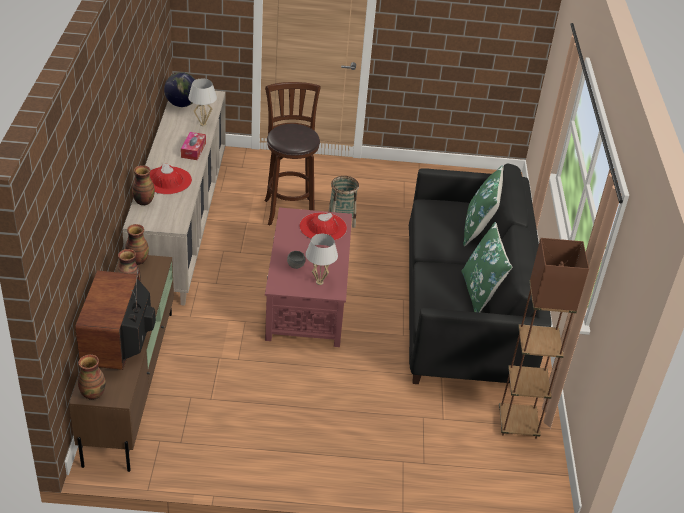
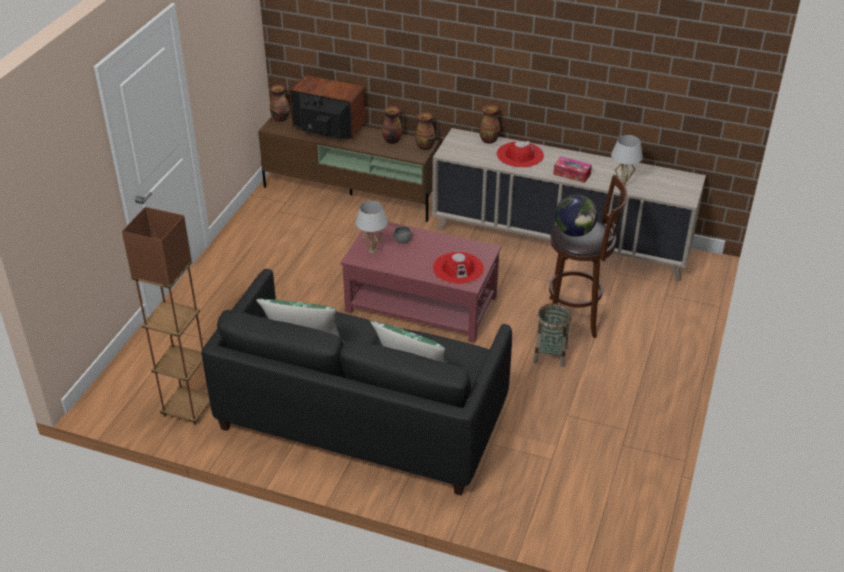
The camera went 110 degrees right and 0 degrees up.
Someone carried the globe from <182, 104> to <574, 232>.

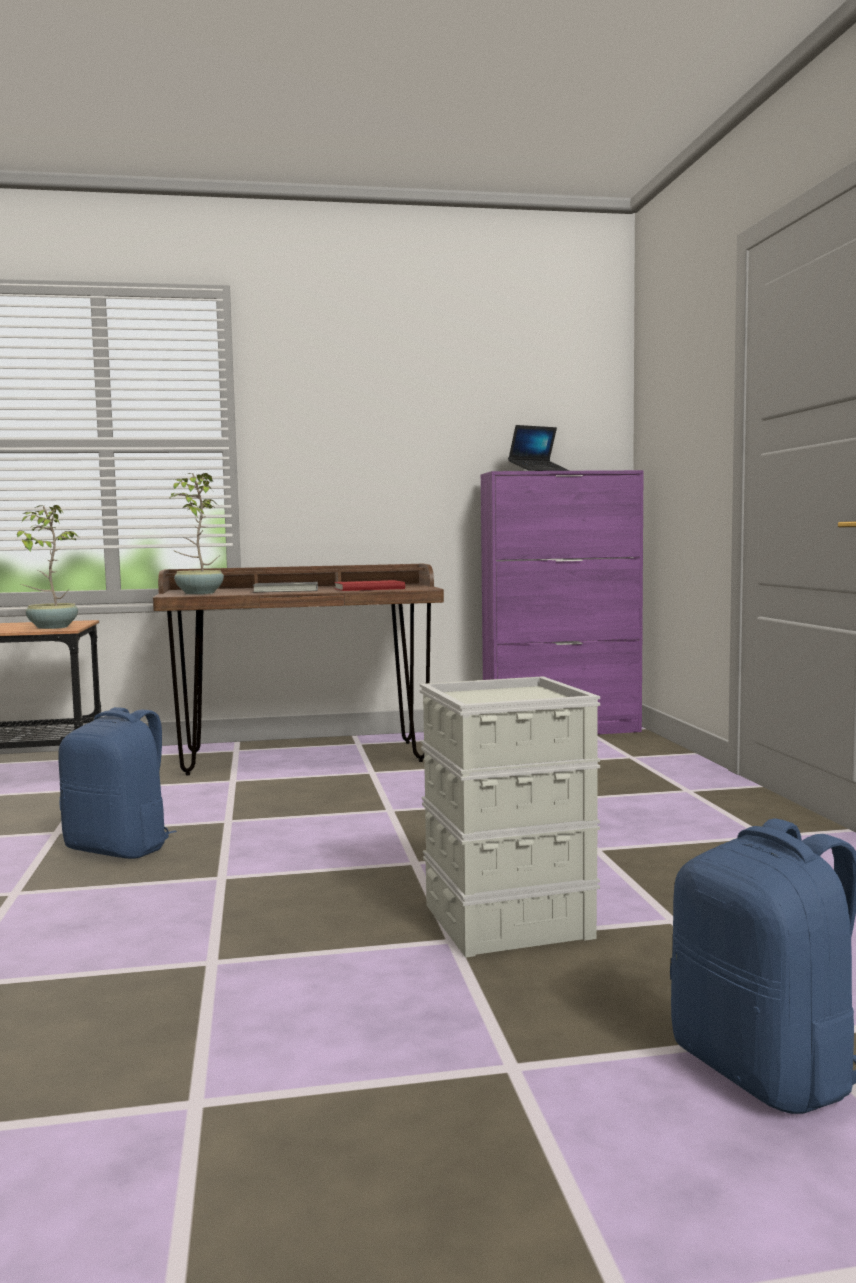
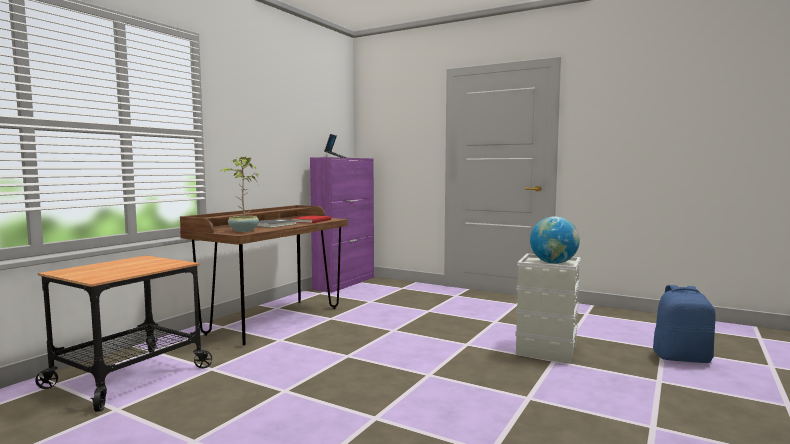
The camera went 50 degrees left and 0 degrees up.
Someone took away the plant in a pot at <51, 627>.
Someone took away the blue rucksack at <120, 849>.
Someone put down the globe at <553, 263>.

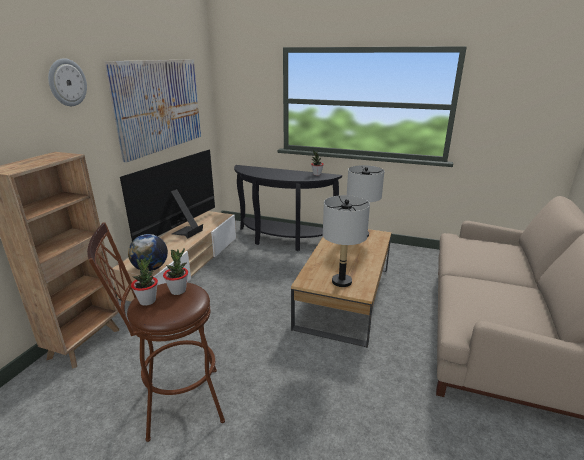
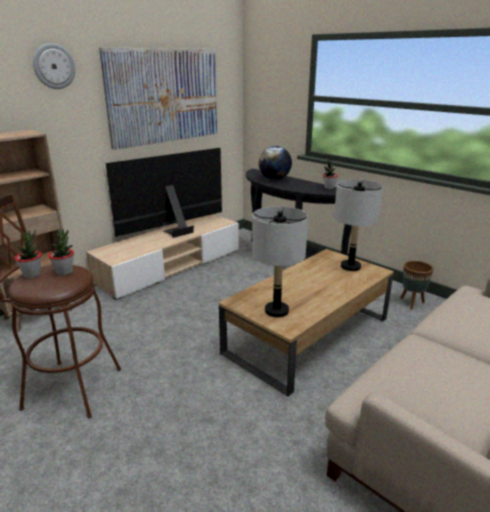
The camera went 25 degrees right and 0 degrees up.
Someone carried the globe from <151, 268> to <274, 179>.
Someone put down the brownish plant pot at <411, 303>.

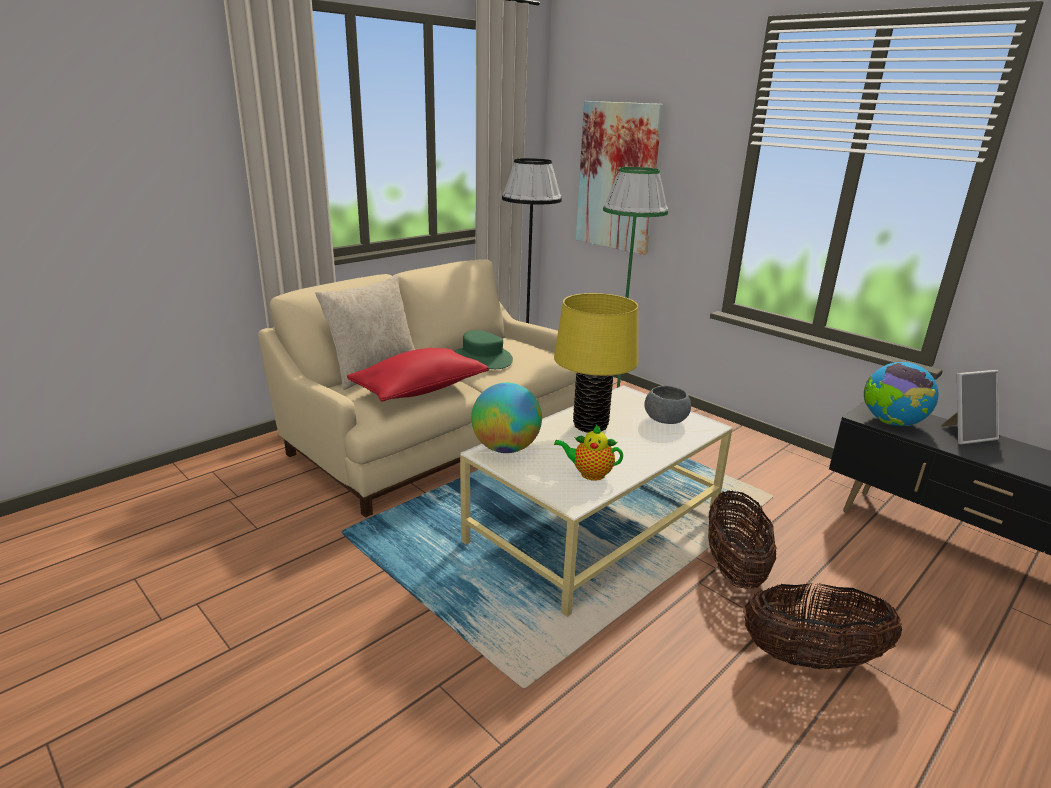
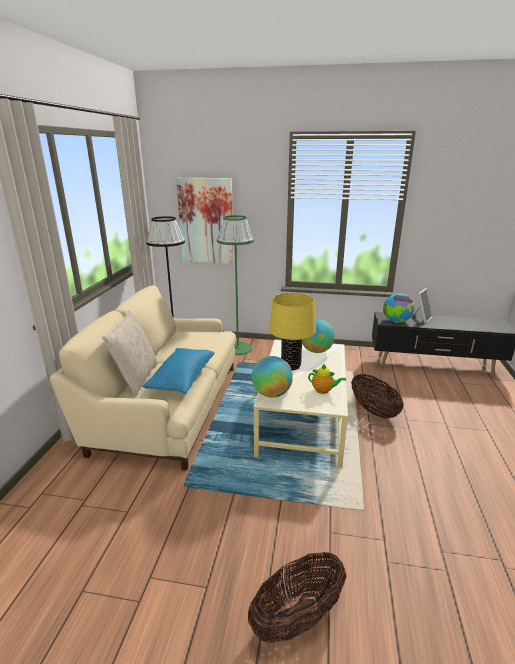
The camera went 35 degrees left and 0 degrees up.
Someone took away the green hat at <482, 358>.
Someone repainted the reddish throw pillow at <420, 390>, which became the blue throw pillow at <182, 379>.
Someone swapped the greyish serving bowl at <665, 420> for the globe at <316, 351>.
Someone rotated the teapot at <589, 474> by 135 degrees counterclockwise.
Someone carried the basket from <810, 658> to <297, 617>.

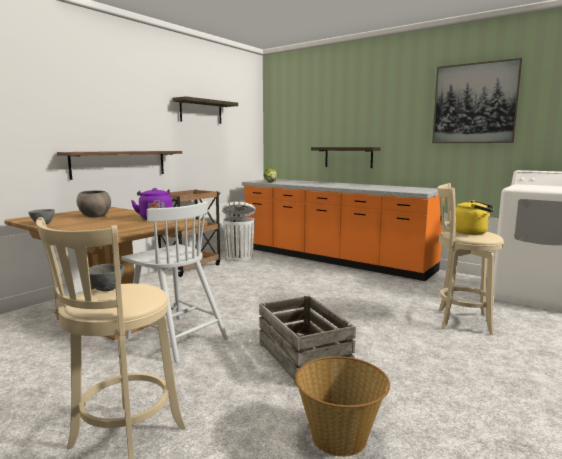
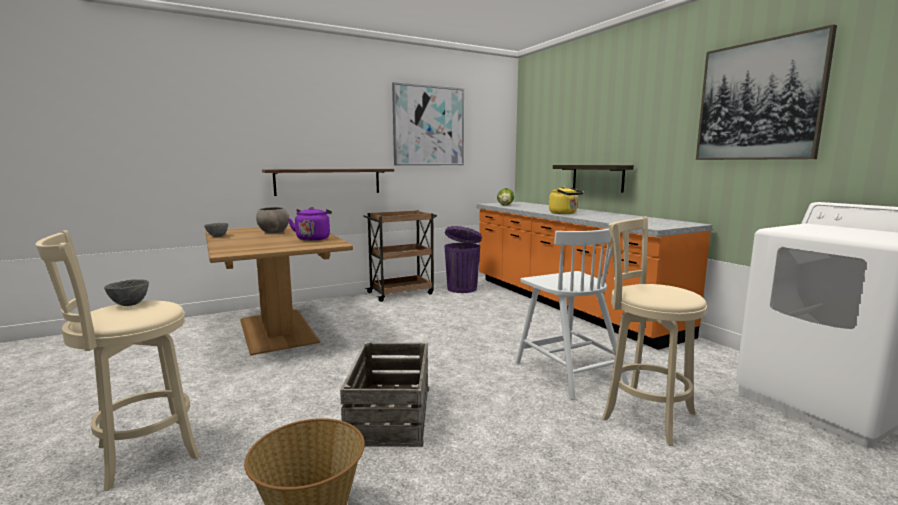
The camera went 25 degrees right and 0 degrees up.
Someone swapped the bracket shelf at <201, 111> for the wall picture at <429, 126>.
Someone carried the yellow-coloured kettle from <472, 232> to <564, 213>.
Someone carried the white chair from <175, 338> to <568, 372>.
Someone repainted the white rubbish bin at <239, 257>, which became the purple rubbish bin at <462, 288>.

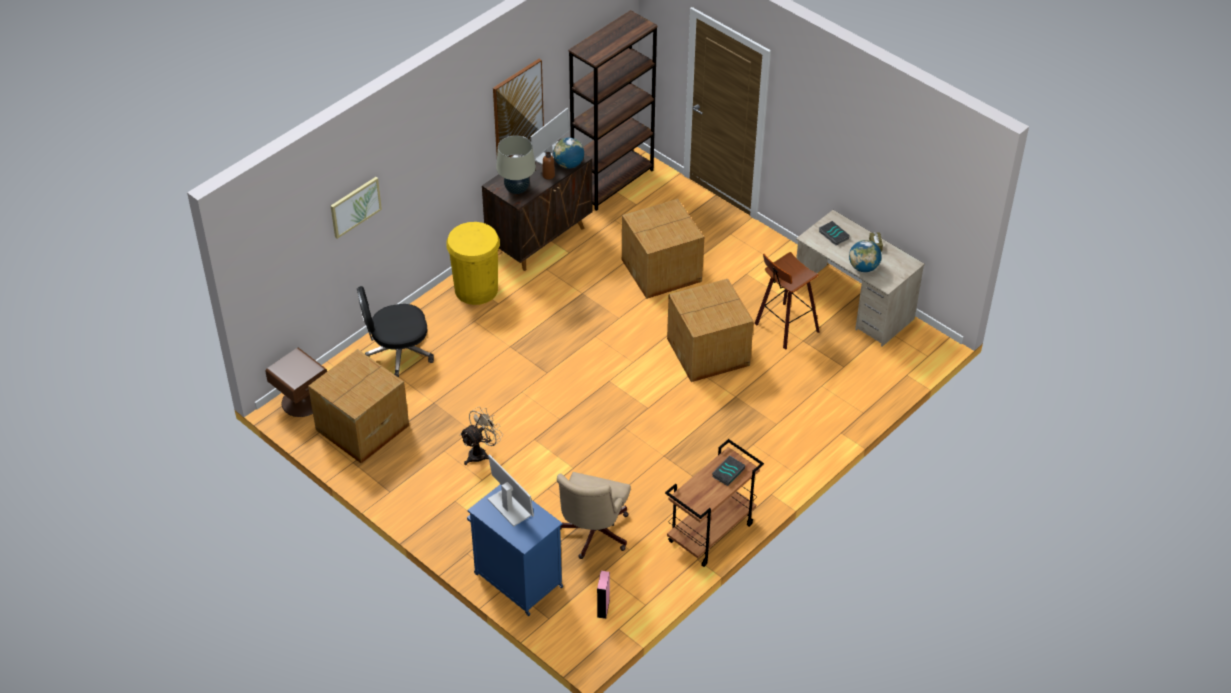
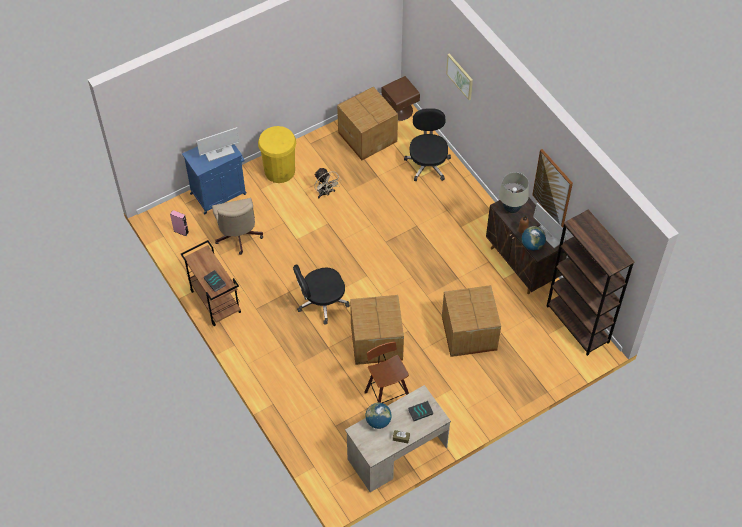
The camera went 105 degrees right and 10 degrees up.
Someone carried the yellow-coloured rubbish bin from <476, 289> to <279, 170>.
Someone rotated the sand-coloured office chair at <592, 535> by 135 degrees counterclockwise.
Someone put down the black-coloured office chair at <321, 302>.

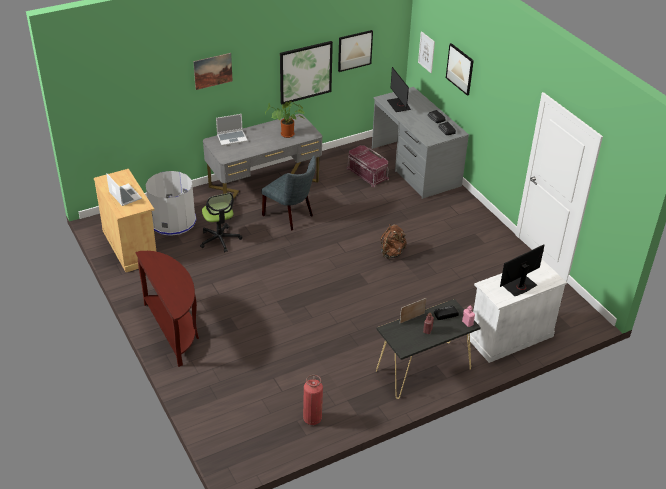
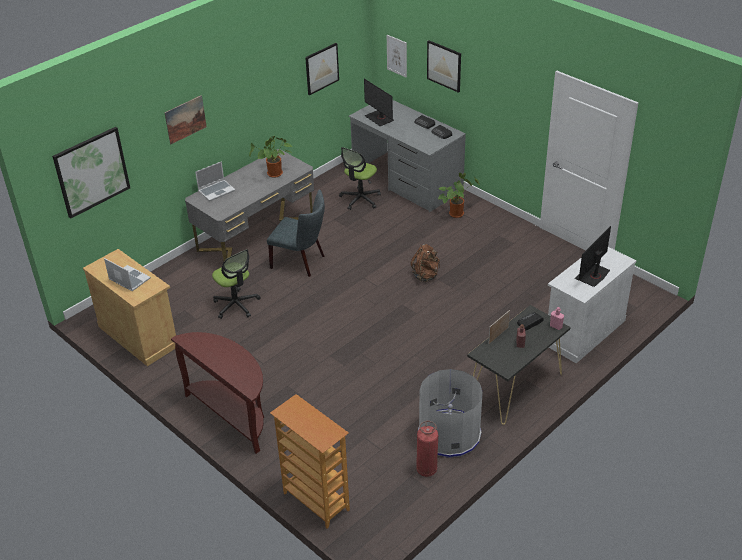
The camera went 15 degrees left and 0 degrees up.
Someone carried the wall picture from <305, 72> to <92, 172>.
Someone swapped the reddish storage container at <366, 174> for the office chair at <360, 199>.
Someone carried the greyish rubbish bin from <172, 221> to <449, 434>.
Someone put down the plant in a pot at <457, 213>.
Someone put down the shelving unit at <315, 502>.

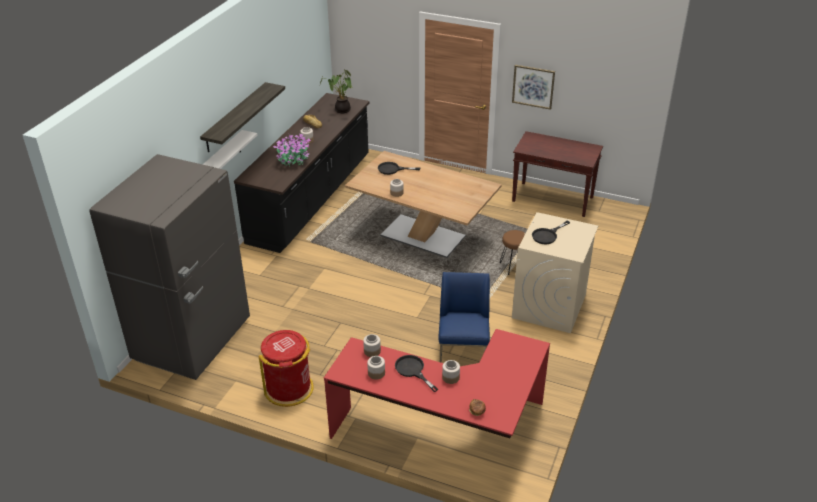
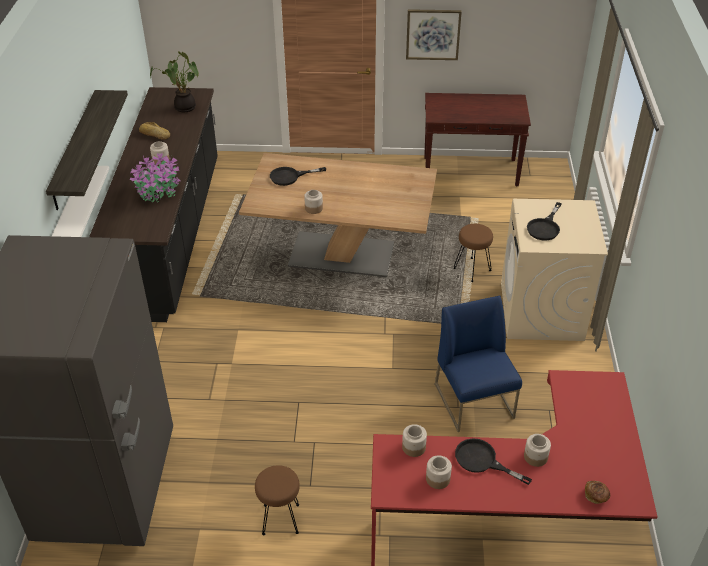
The camera went 20 degrees left and 5 degrees up.
Someone swapped the reddish rubbish bin at <289, 389> for the brownish stool seat at <280, 519>.

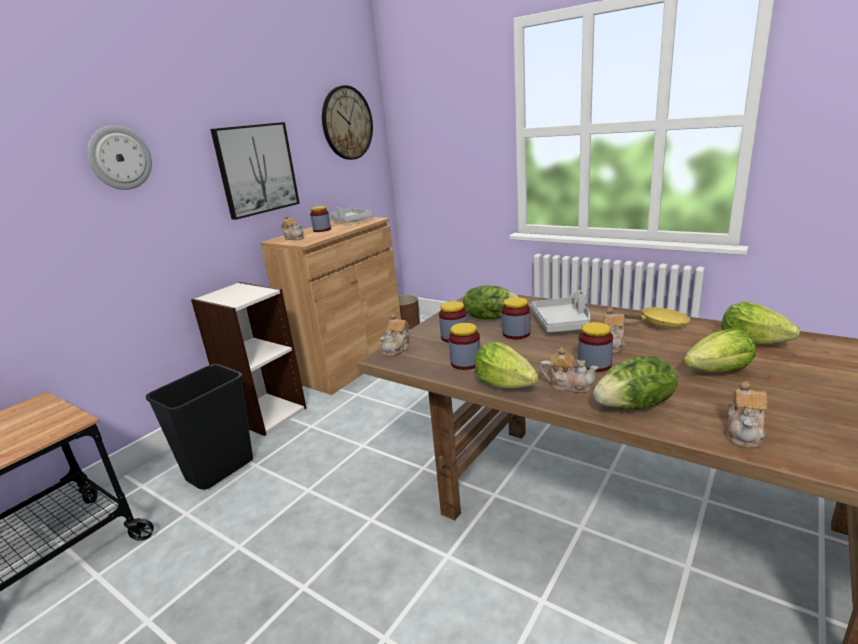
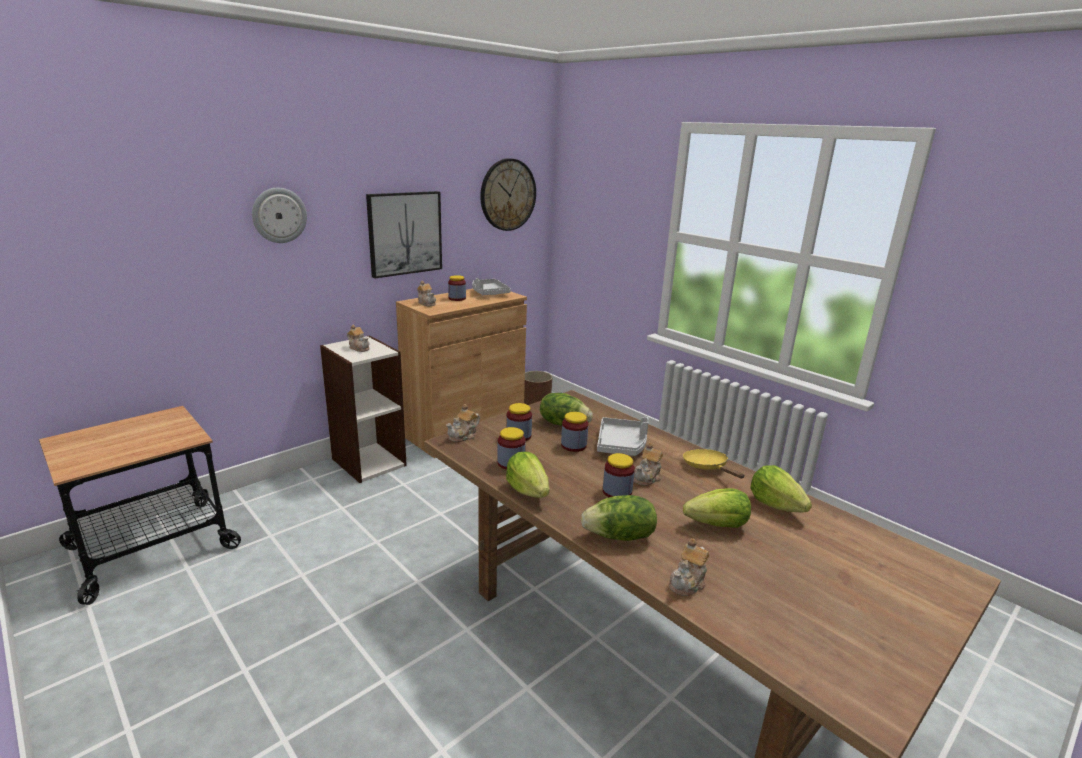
The camera went 10 degrees right and 0 degrees up.
Someone rotated the yellow-coloured skillet at <659, 324> by 120 degrees counterclockwise.
Someone carried the teapot from <568, 385> to <359, 348>.
Someone took away the black-coloured rubbish bin at <220, 469>.

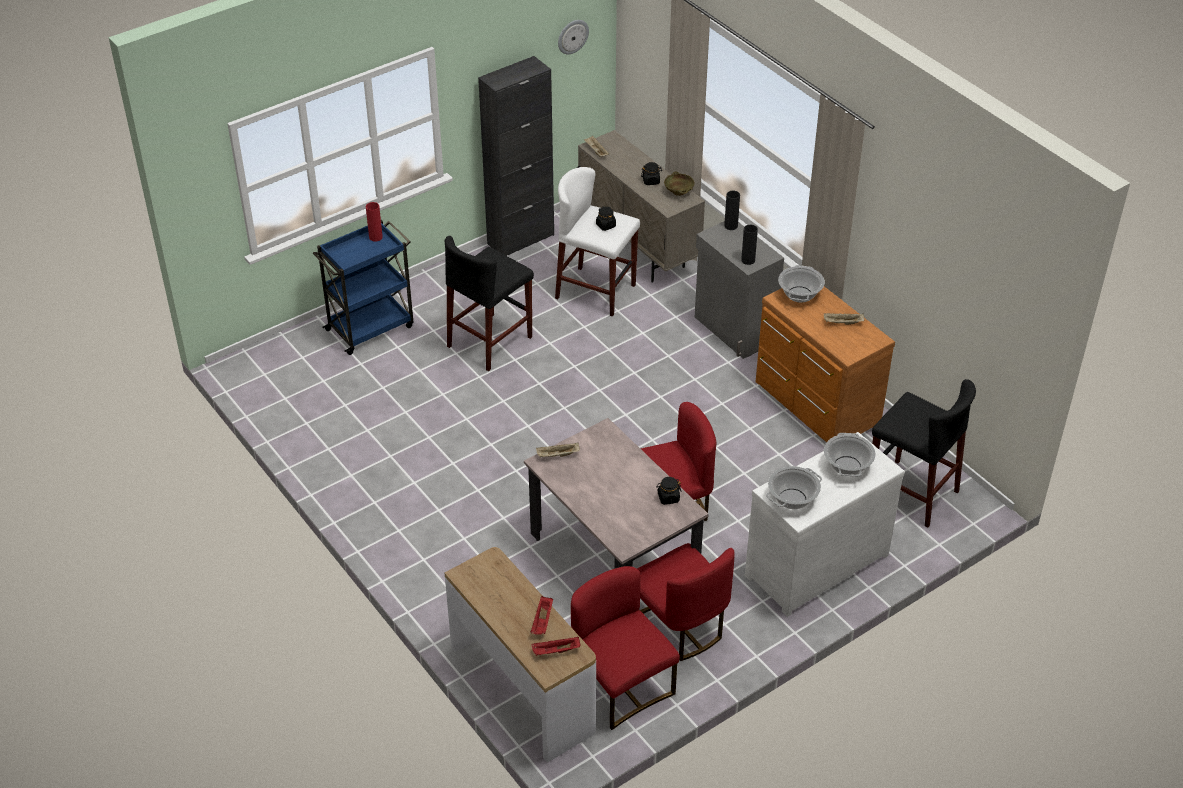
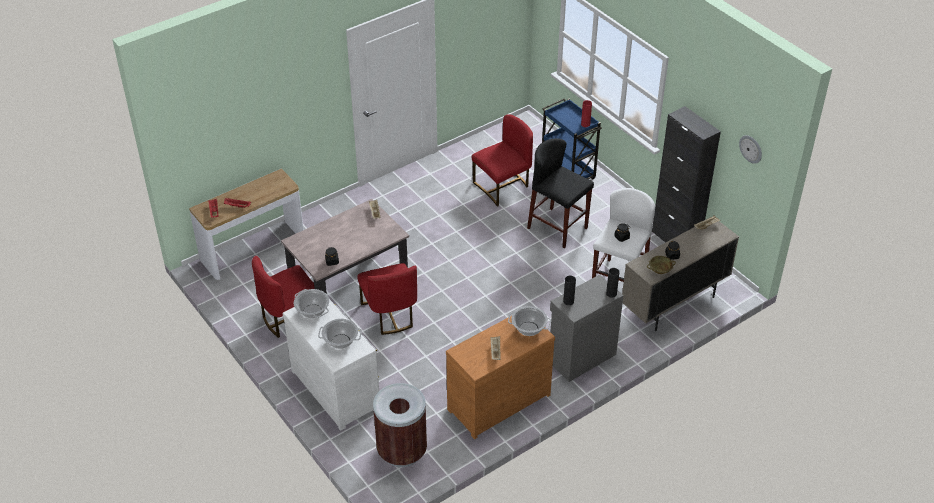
The camera went 90 degrees right and 0 degrees up.
Someone swapped the black-coloured stool seat at <911, 493> for the brownish rubbish bin at <401, 451>.
Someone carried the reddish chair from <621, 685> to <502, 186>.

